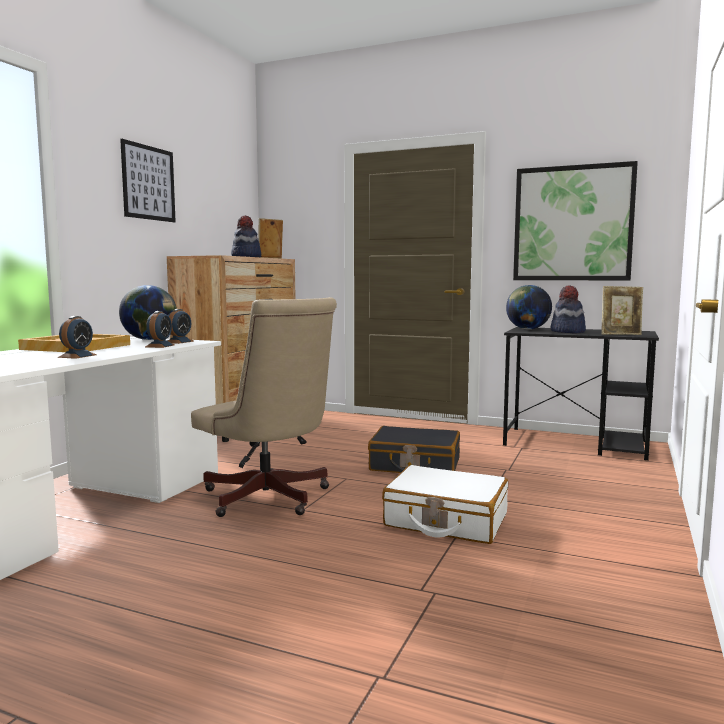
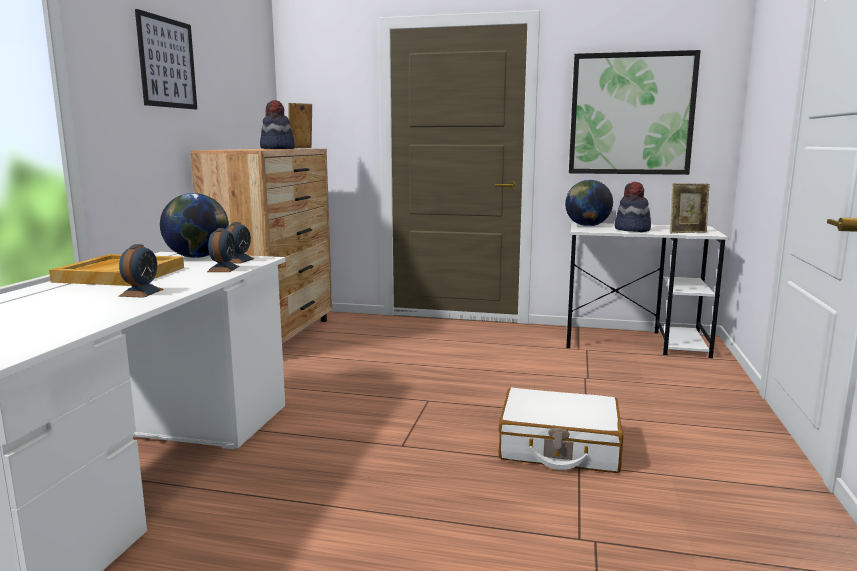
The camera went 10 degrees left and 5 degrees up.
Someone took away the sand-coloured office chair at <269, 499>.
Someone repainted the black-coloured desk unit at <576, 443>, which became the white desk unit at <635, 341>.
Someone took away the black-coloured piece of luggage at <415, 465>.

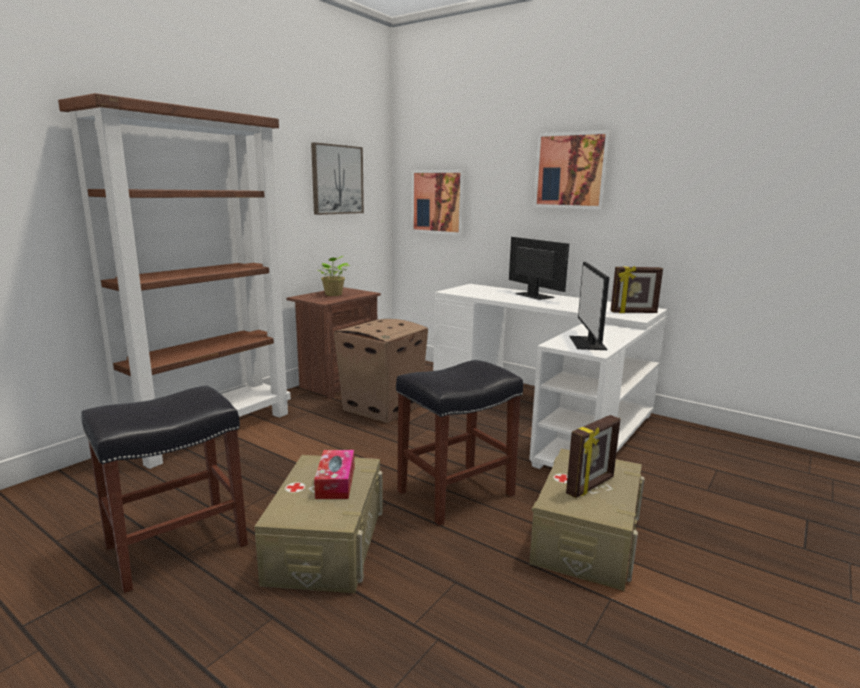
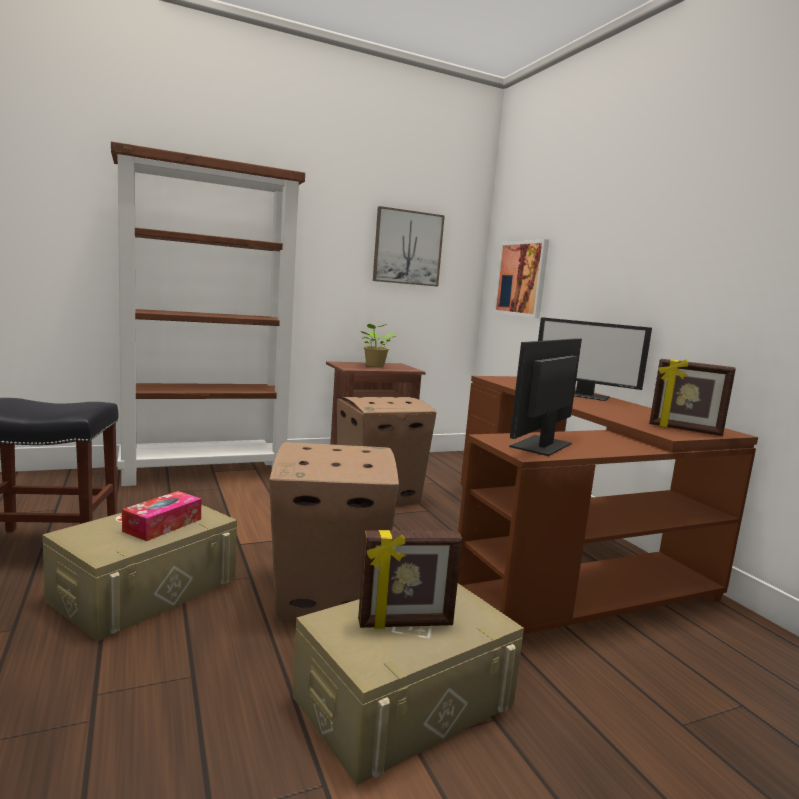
The camera went 30 degrees right and 5 degrees down.
Someone took away the wall picture at <571, 170>.
Someone rotated the monitor at <533, 295> by 120 degrees clockwise.
Someone repainted the white desk unit at <547, 413>, which became the brownish desk unit at <563, 552>.
Someone swapped the black-coloured stool seat at <455, 494> for the carton at <326, 594>.

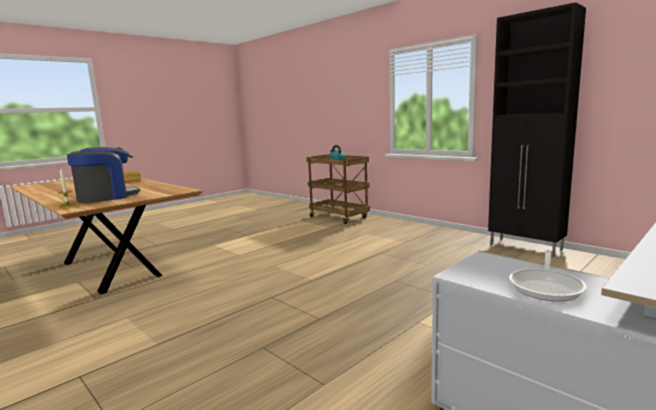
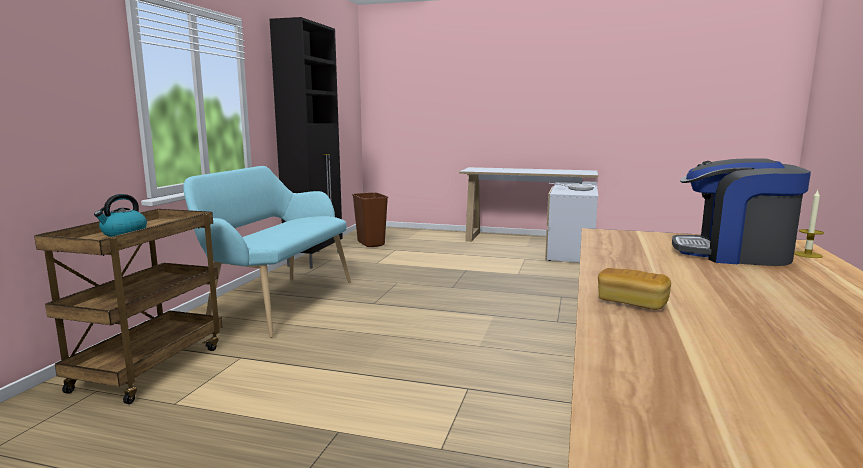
The camera went 120 degrees left and 0 degrees up.
Someone put down the blue-green indoor bench at <278, 302>.
Someone put down the brownish rubbish bin at <370, 244>.

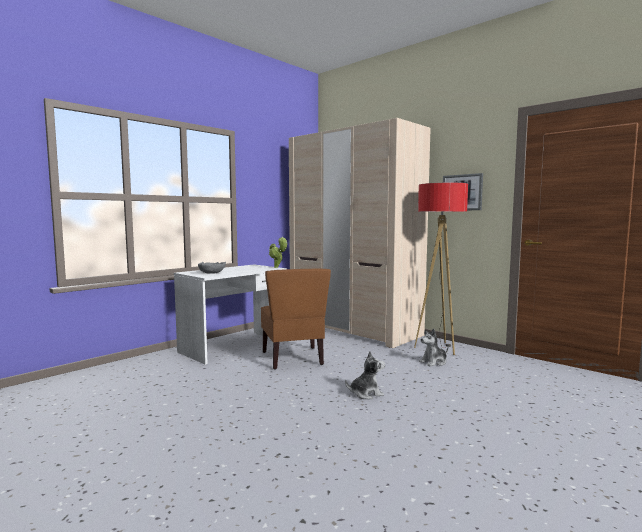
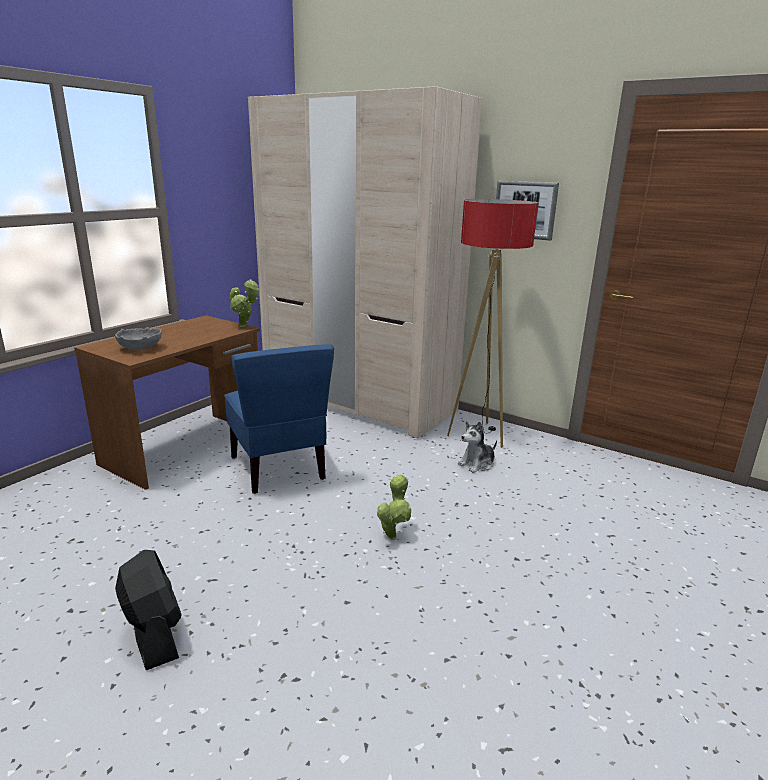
The camera went 10 degrees left and 15 degrees up.
Someone repainted the white desk unit at <234, 347>, which became the brownish desk unit at <186, 448>.
Someone repainted the brownish chair at <293, 358>, which became the blue chair at <279, 468>.
Someone swapped the plush toy at <366, 394> for the plant in a pot at <393, 535>.
Someone put down the black-coloured fan at <154, 633>.

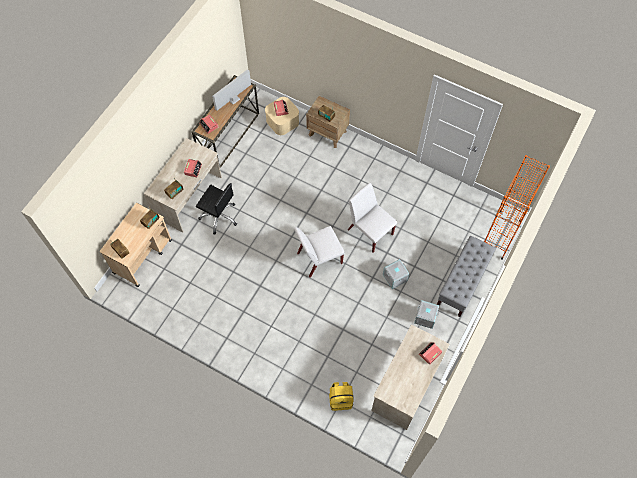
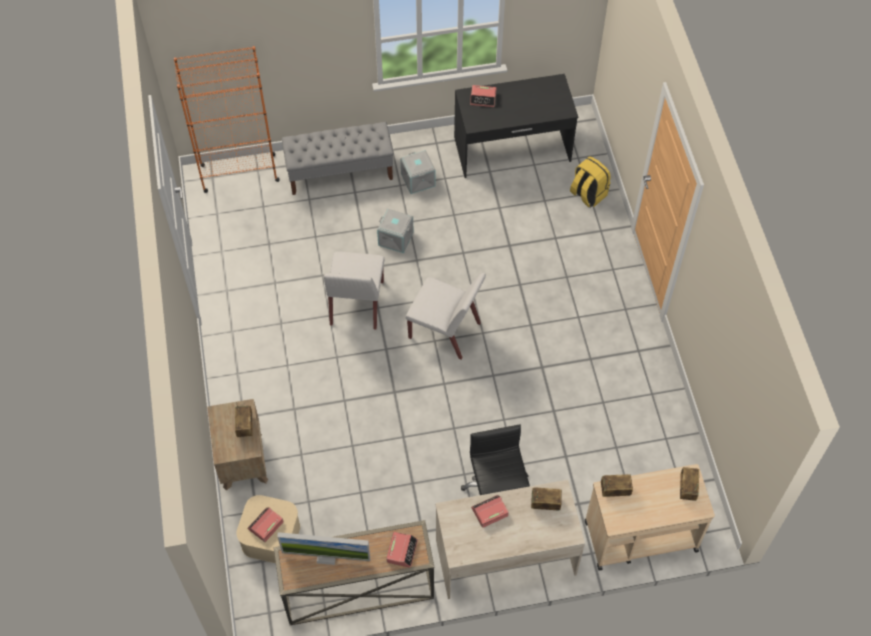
The camera went 130 degrees left and 5 degrees down.
Someone repainted the sand-coloured desk unit at <406, 384>, which became the black-coloured desk unit at <512, 150>.

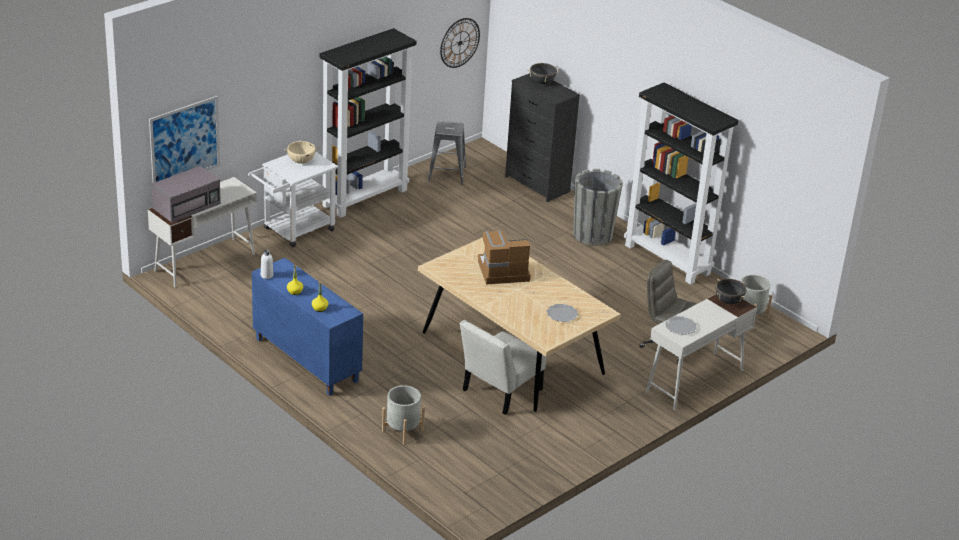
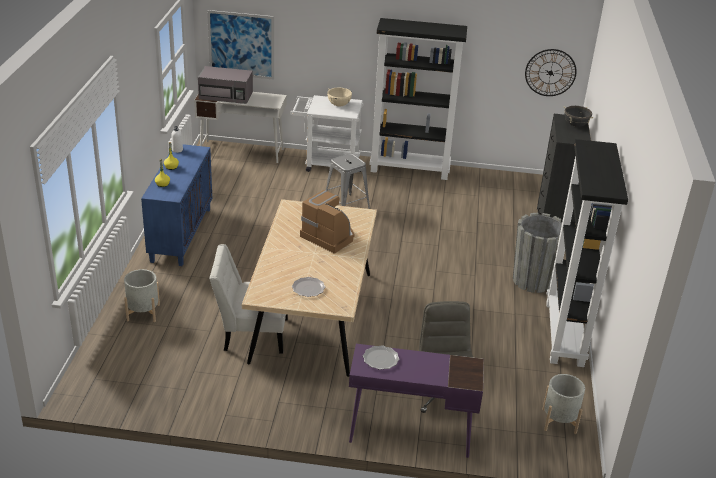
The camera went 50 degrees right and 0 degrees up.
Someone carried the greyish stool seat from <446, 174> to <345, 206>.
Someone took away the black-coloured stockpot at <728, 301>.
Someone repainted the white desk unit at <694, 381>, which became the purple desk unit at <409, 434>.

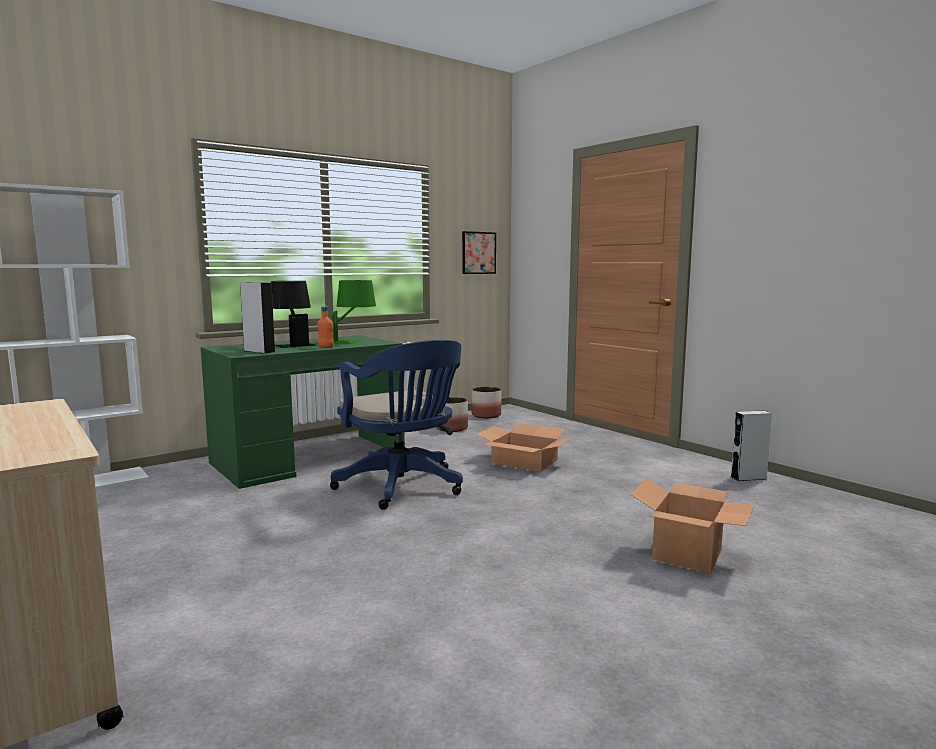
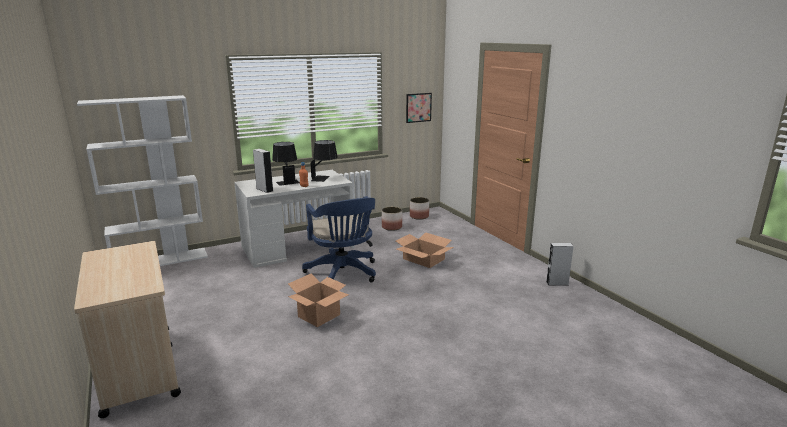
The camera went 10 degrees right and 10 degrees up.
Someone repainted the green tabletop lamp at <354, 341>, which became the black-coloured tabletop lamp at <324, 178>.
Someone repainted the green desk unit at <309, 458>, which became the white desk unit at <297, 247>.
Someone carried the carton from <686, 554> to <319, 315>.

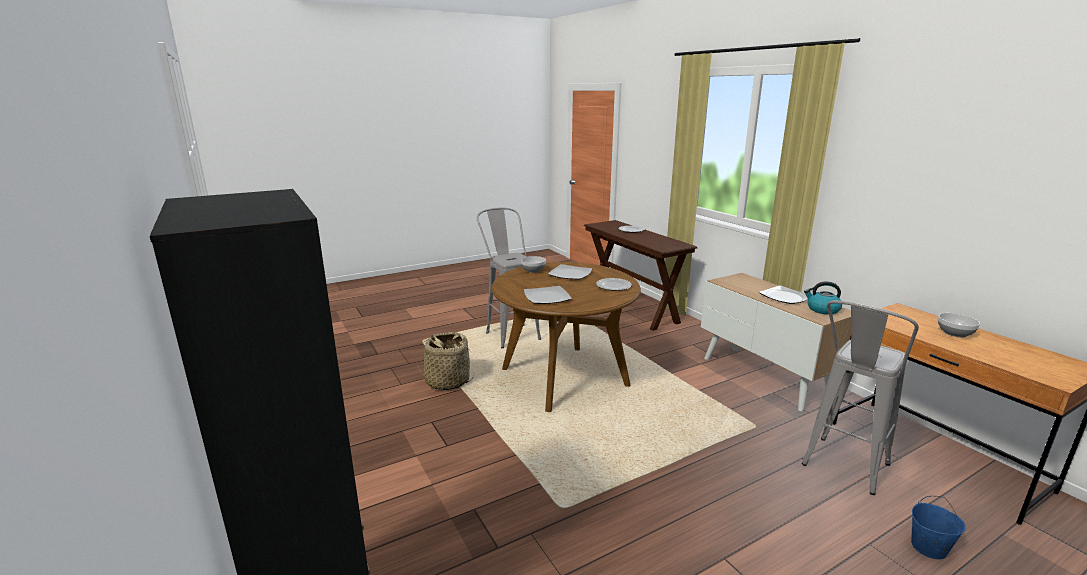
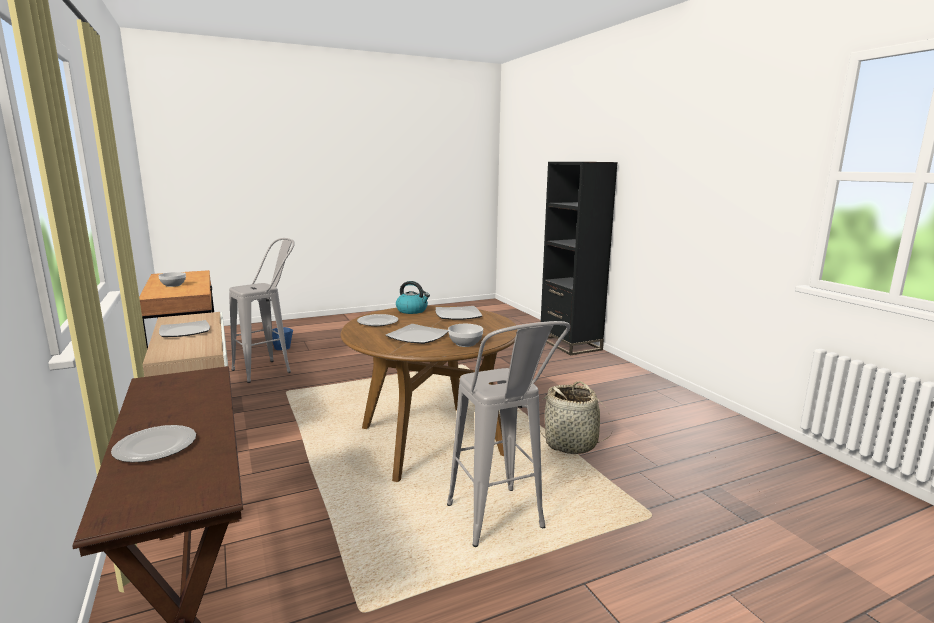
The camera went 175 degrees left and 5 degrees down.
Someone carried the kettle from <822, 309> to <412, 310>.

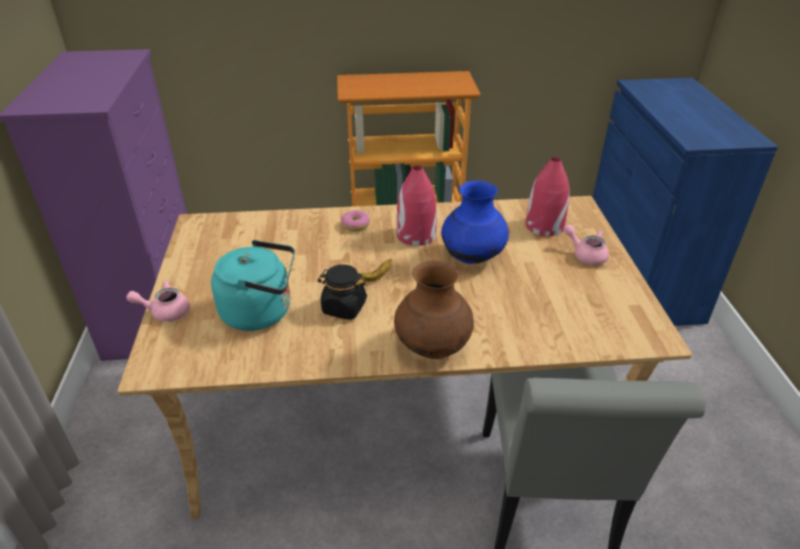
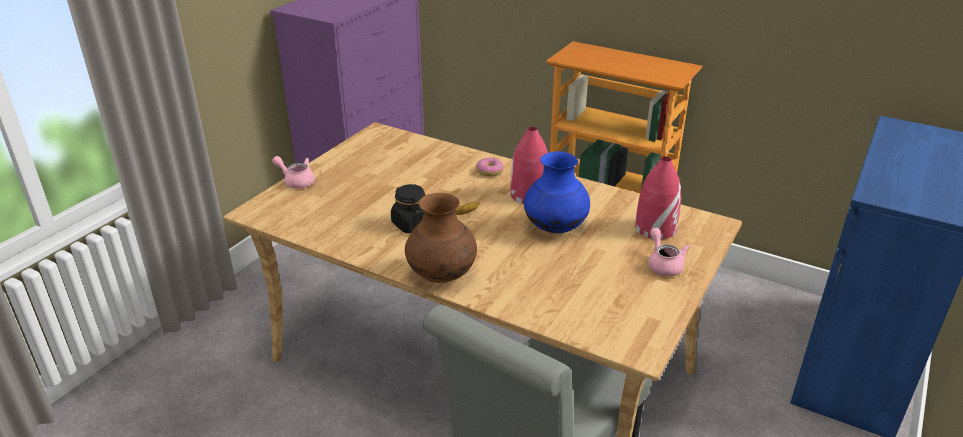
The camera went 35 degrees right and 5 degrees down.
Someone took away the blue-green kettle at <261, 312>.

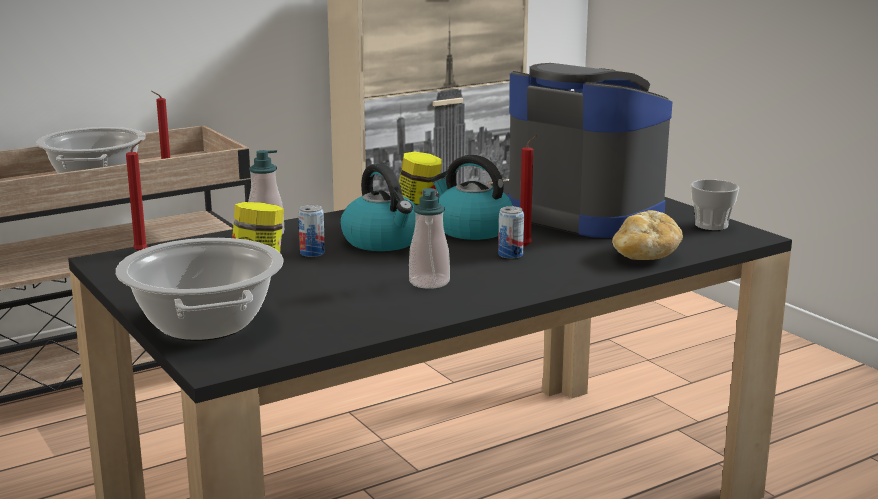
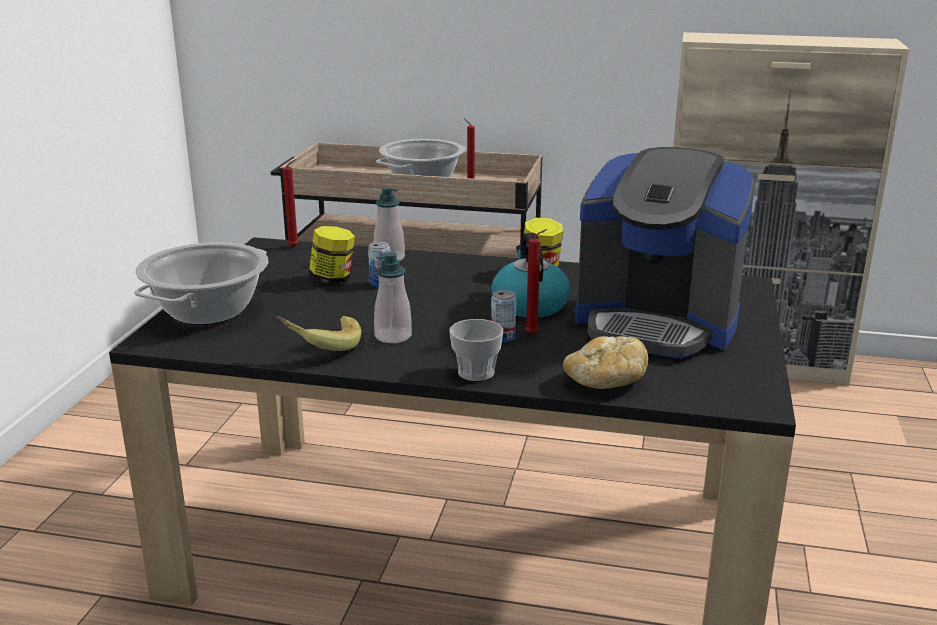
The camera went 45 degrees right and 5 degrees up.
Someone rotated the coffee brewer at <585, 214> by 120 degrees clockwise.
Someone took away the kettle at <383, 241>.
Someone carried the small cup from <711, 225> to <476, 372>.
Someone put down the banana fruit at <321, 346>.

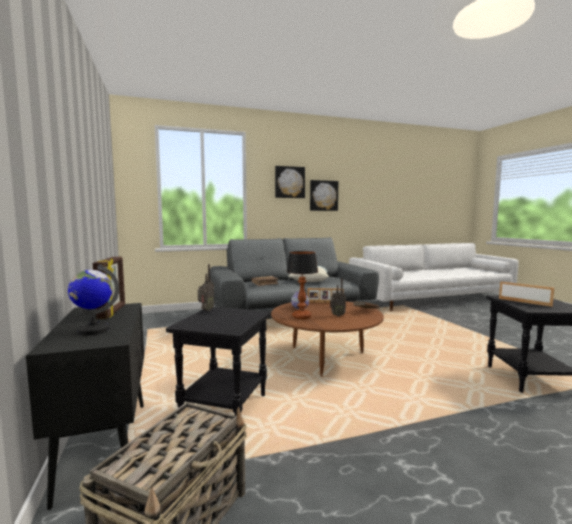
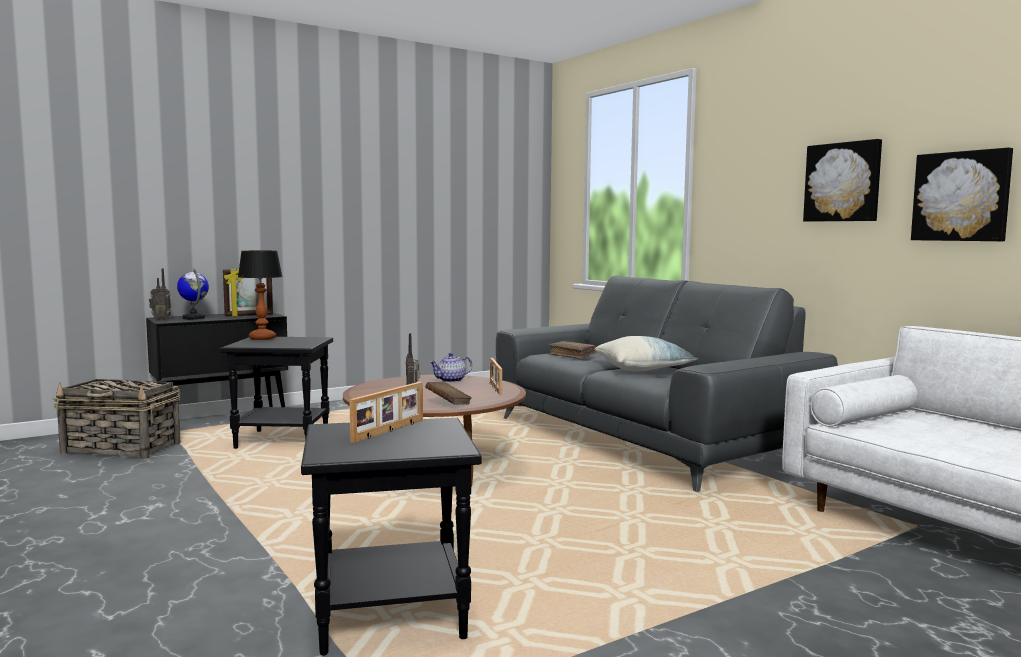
The camera went 75 degrees right and 0 degrees up.
Someone carried the wall picture from <289, 182> to <961, 196>.
Someone carried the tabletop lamp from <301, 316> to <263, 338>.
Someone carried the radio receiver from <205, 310> to <161, 319>.

